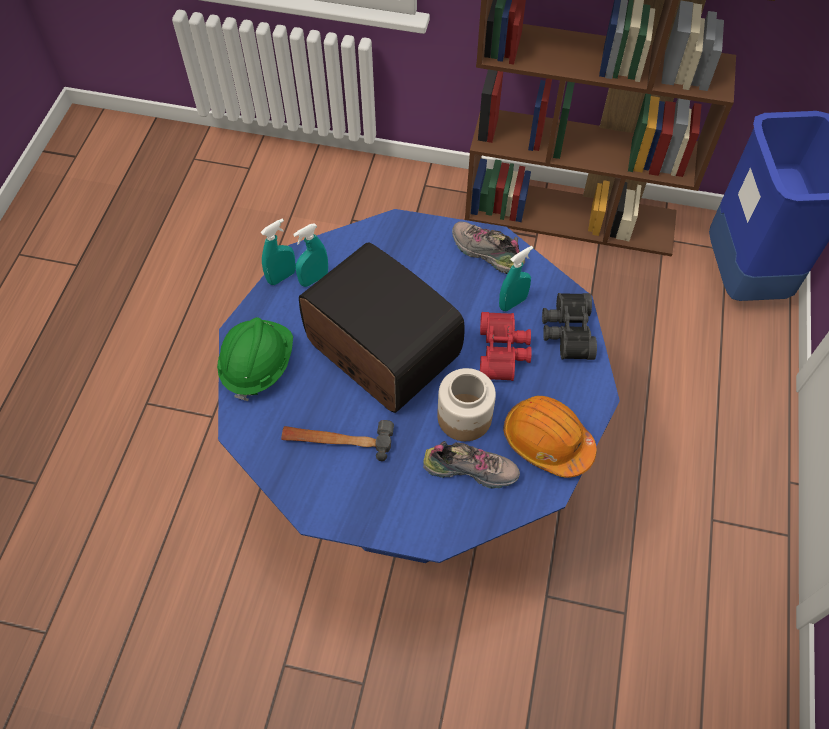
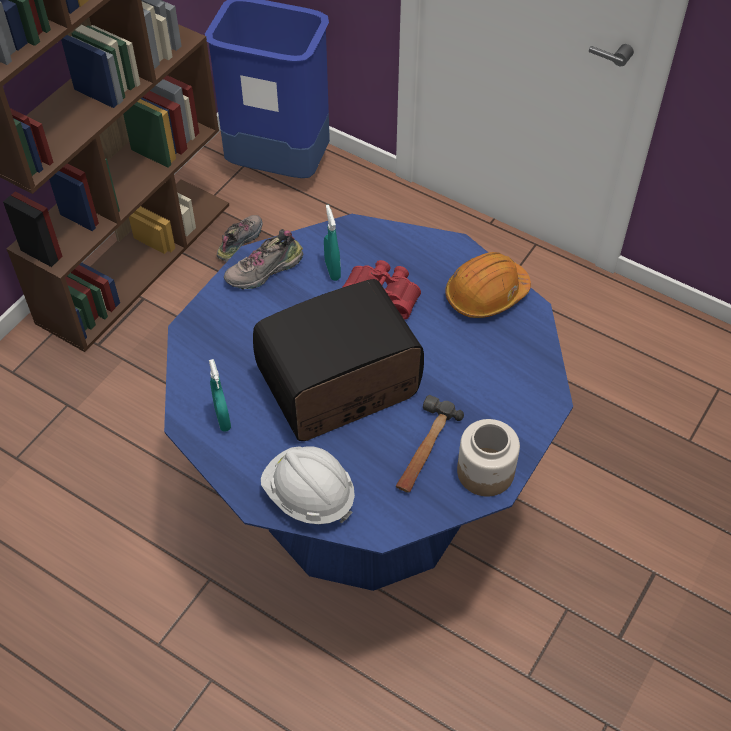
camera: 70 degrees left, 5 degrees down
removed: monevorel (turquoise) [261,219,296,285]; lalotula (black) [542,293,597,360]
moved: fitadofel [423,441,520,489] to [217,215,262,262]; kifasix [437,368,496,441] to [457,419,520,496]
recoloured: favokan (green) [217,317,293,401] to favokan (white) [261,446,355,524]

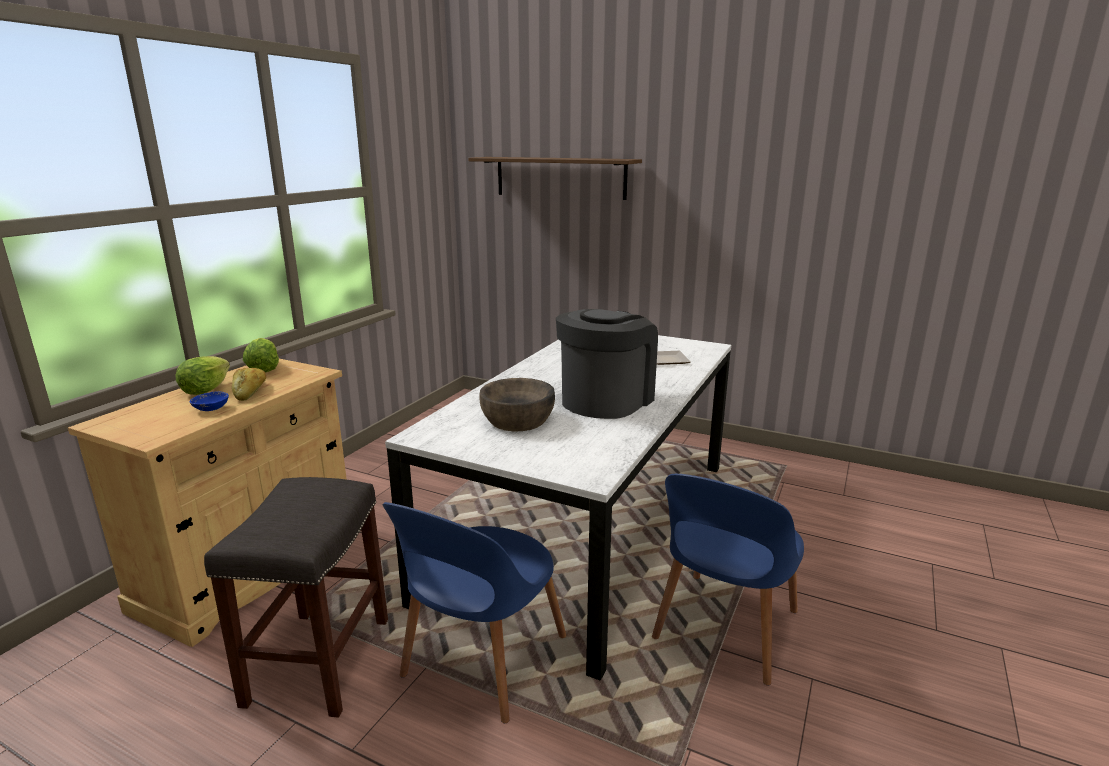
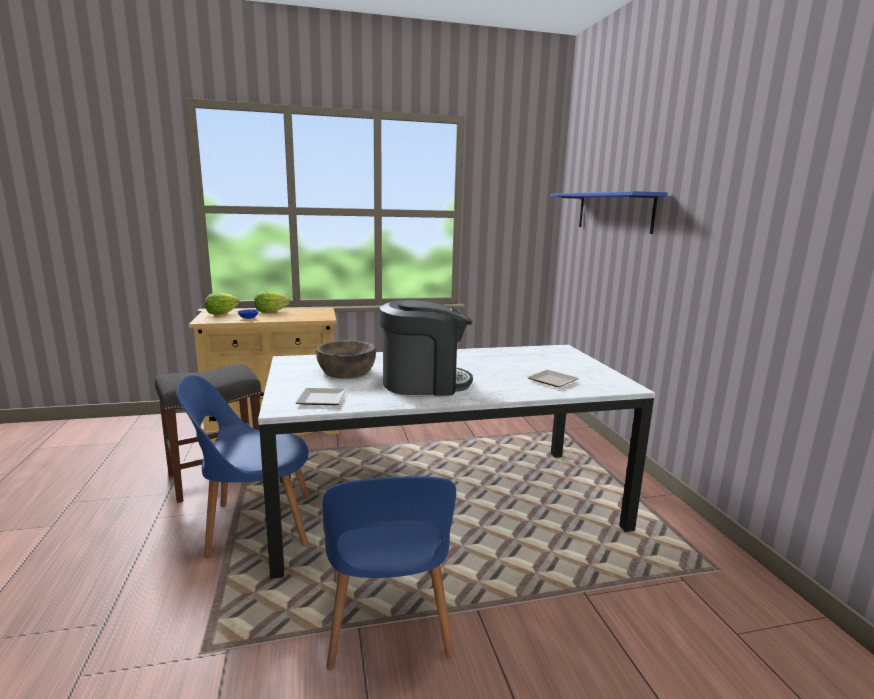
camera: 50 degrees right, 5 degrees down
removed: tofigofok [232,368,266,401]
added: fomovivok [296,388,347,405]
moved: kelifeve [243,338,279,373] to [205,293,239,315]
recoloured: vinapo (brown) [468,157,642,200] to vinapo (blue) [550,191,668,234]
turned: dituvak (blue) [652,474,804,685] = [322,476,456,670] 90 degrees counterclockwise

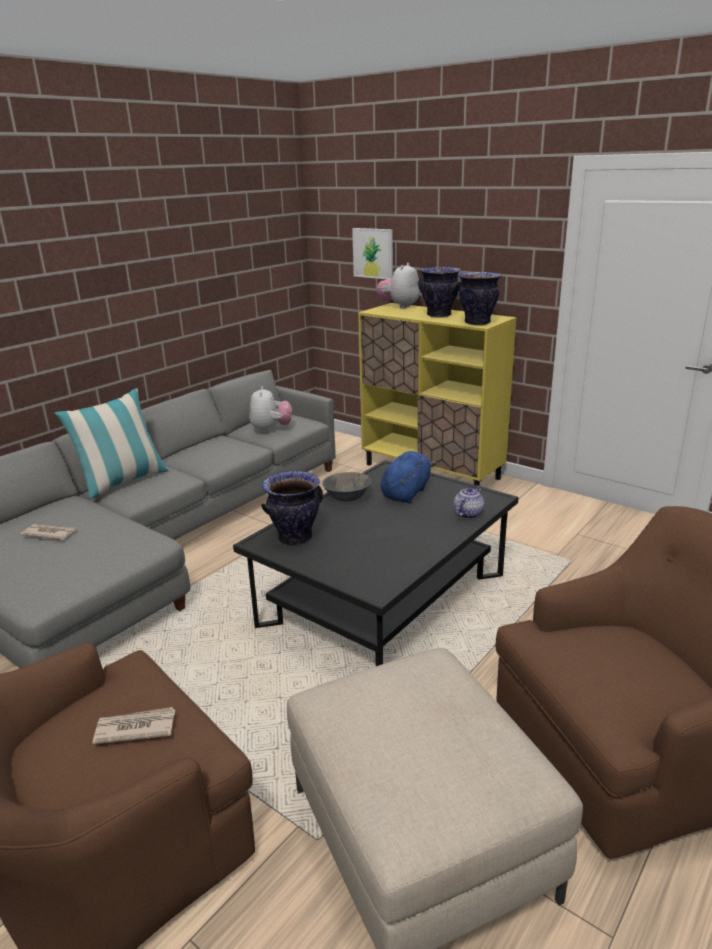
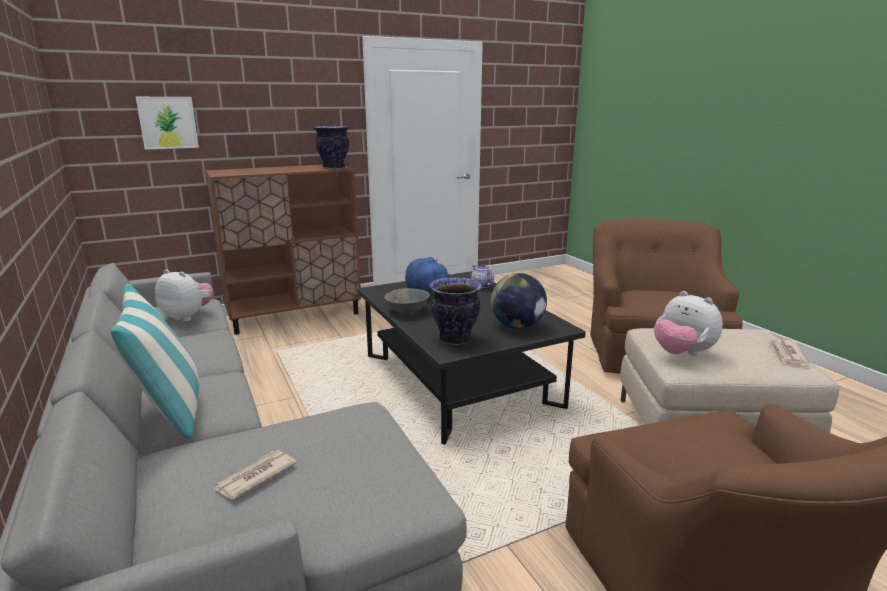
camera: 65 degrees left, 5 degrees down
removed: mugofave [418,267,462,318]
added: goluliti [491,273,547,329]
moved: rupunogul [92,707,175,744] to [767,339,810,365]; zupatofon [377,263,420,309] to [654,291,723,356]
recoloured: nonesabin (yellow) [358,303,517,486] to nonesabin (brown) [205,165,361,335]

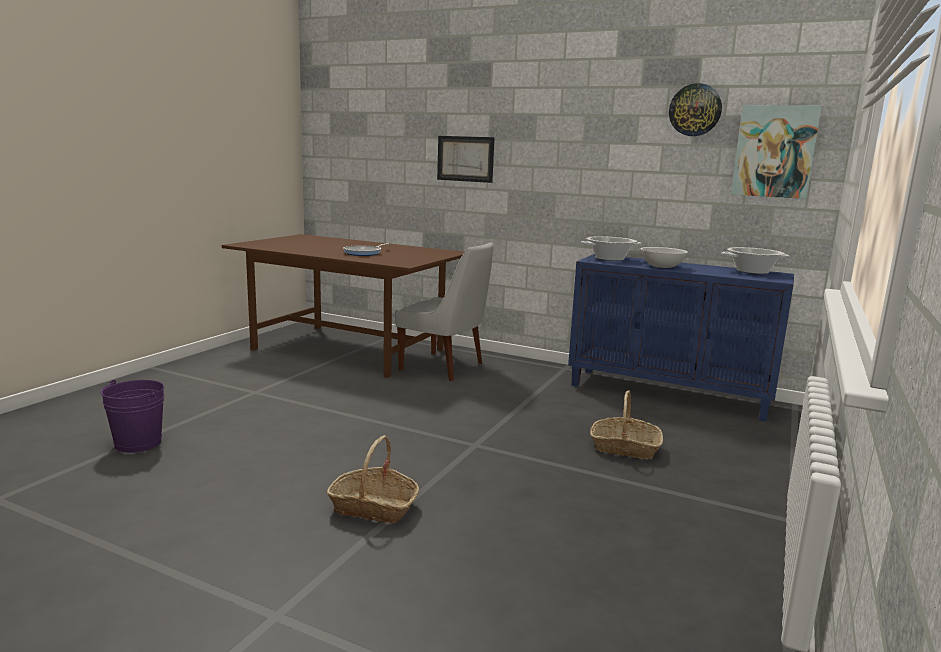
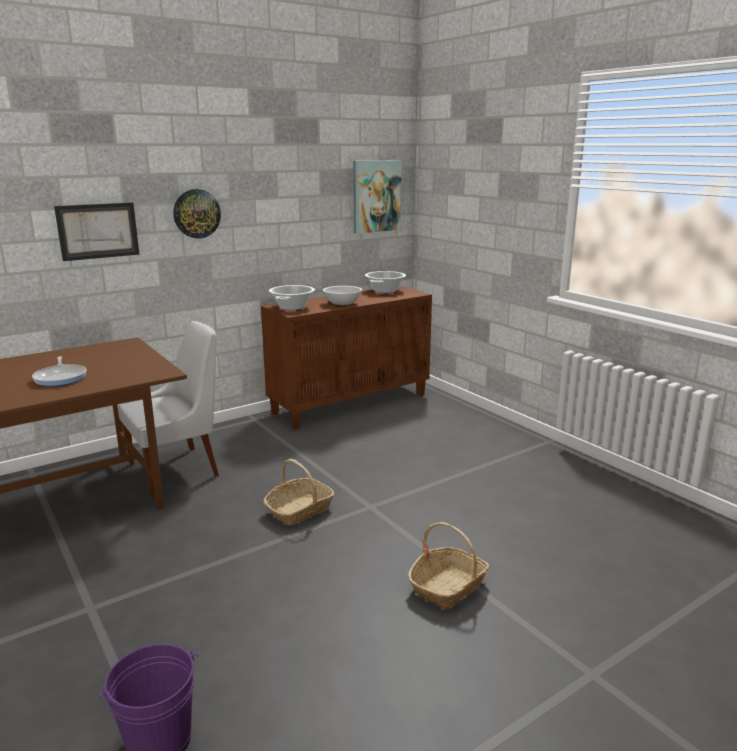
camera: 60 degrees left, 5 degrees up
moved: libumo [590,390,663,459] to [264,459,334,525]; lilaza [669,83,722,136] to [173,189,221,238]
recoloured: nonesabin (blue) [568,254,794,422] to nonesabin (brown) [261,286,432,430]

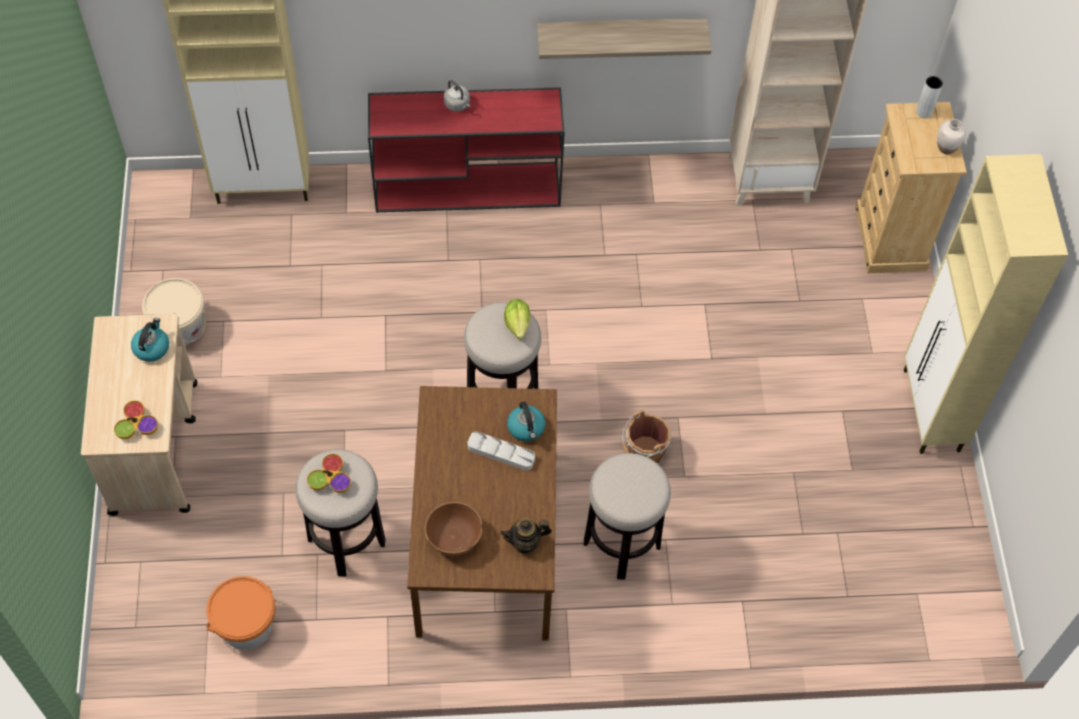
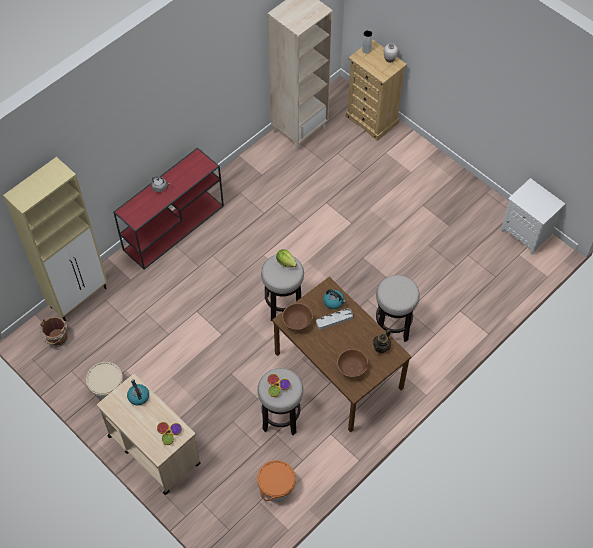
camera: 40 degrees left, 0 degrees up
removed: vinapo [537,18,712,59]; nonesabin (beige) [904,154,1068,454]
added: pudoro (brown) [282,303,313,332]; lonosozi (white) [500,178,565,255]
moved: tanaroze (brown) [622,410,672,464] to [39,317,68,347]

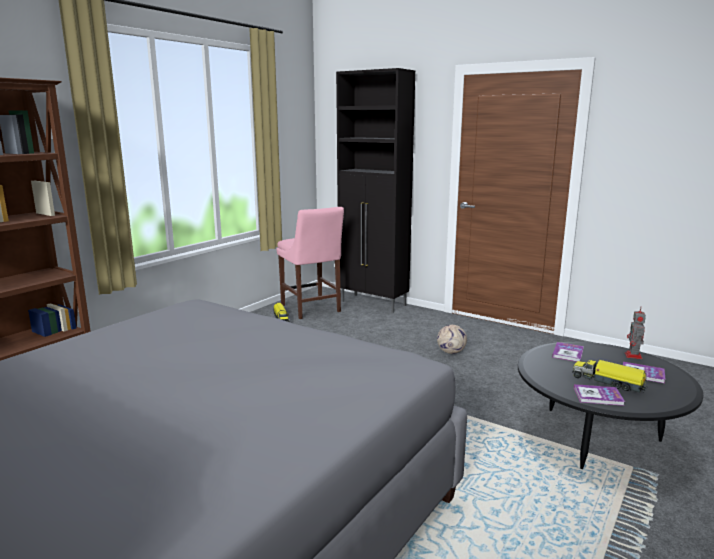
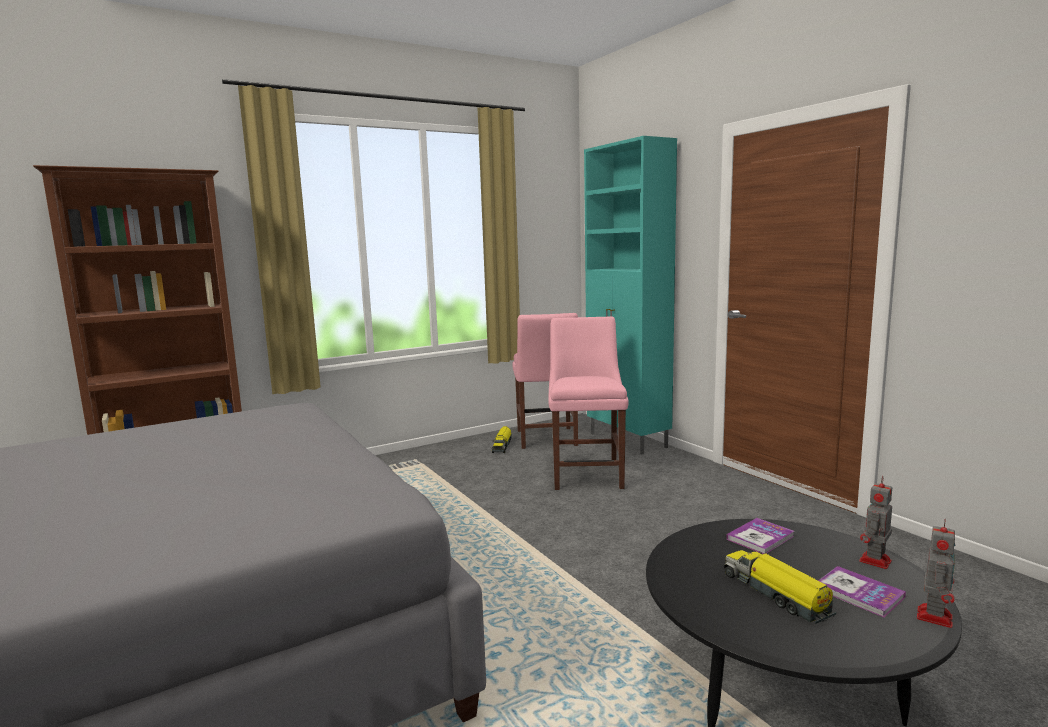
camera: 25 degrees right, 5 degrees down
removed: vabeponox [437,325,467,354]; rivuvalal [574,384,625,406]
added: dituvak (pink) [548,316,629,490]; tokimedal [917,519,956,628]
recoloured: nonesabin (black) [336,68,415,313] to nonesabin (turquoise) [584,136,677,454]

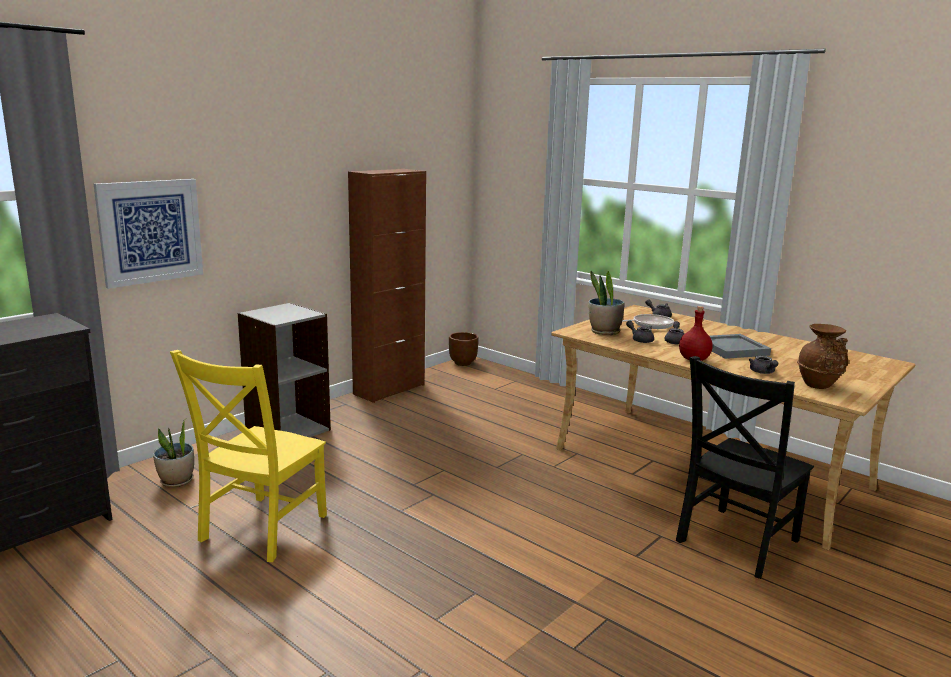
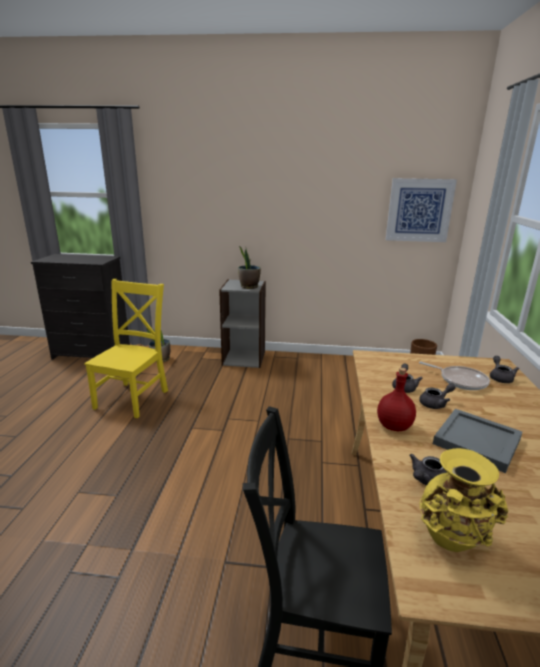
camera: 55 degrees right, 5 degrees up
removed: nonesabin (brown) [348,169,426,403]
moved: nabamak [94,179,203,289] to [386,178,457,242]; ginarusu [589,271,625,335] to [238,246,261,289]
recoloured: mugofave (brown) [797,324,848,389] to mugofave (yellow) [420,448,508,552]
turned: dituvak (yellow) [170,350,327,562] = [84,279,168,418] 120 degrees clockwise

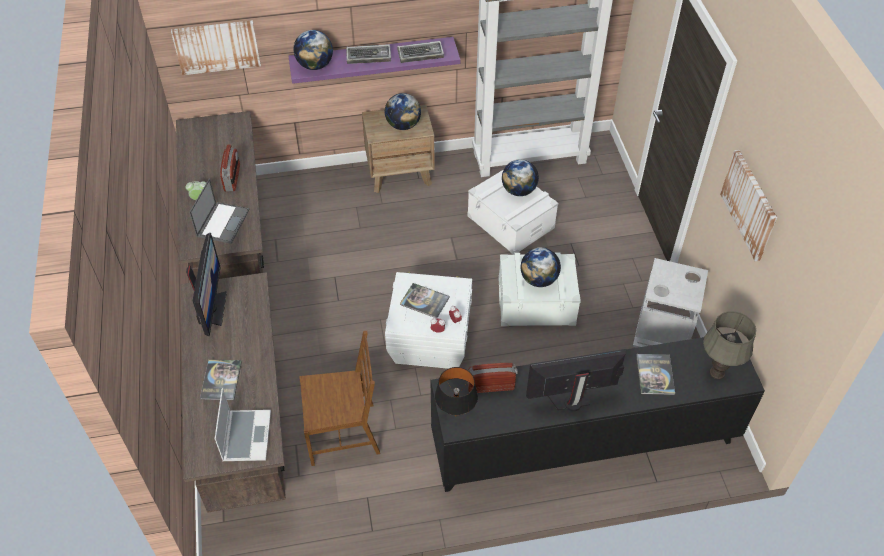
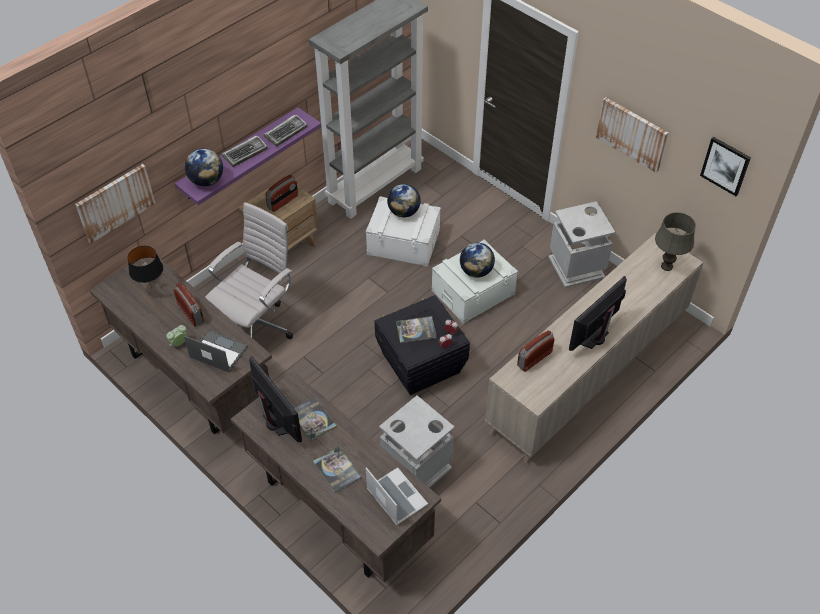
camera: 35 degrees left, 0 degrees up
added: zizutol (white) [205,202,293,339]; nabamak [700,137,751,196]
moved: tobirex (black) [435,367,478,415] to [128,246,163,288]; rivuvalal [636,354,675,395] to [294,397,336,441]
replaced: dituvak (brown) [299,331,380,466] to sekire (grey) [379,396,455,488]; goluliti [385,93,421,130] to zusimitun [265,175,298,212]
recoloured: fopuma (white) [385,272,472,369] to fopuma (black) [374,295,470,395]; nonesabin (black) [430,332,765,492] to nonesabin (beige) [485,233,703,464]
turned: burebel [189,179,249,244] = [184,330,248,373] 45 degrees counterclockwise

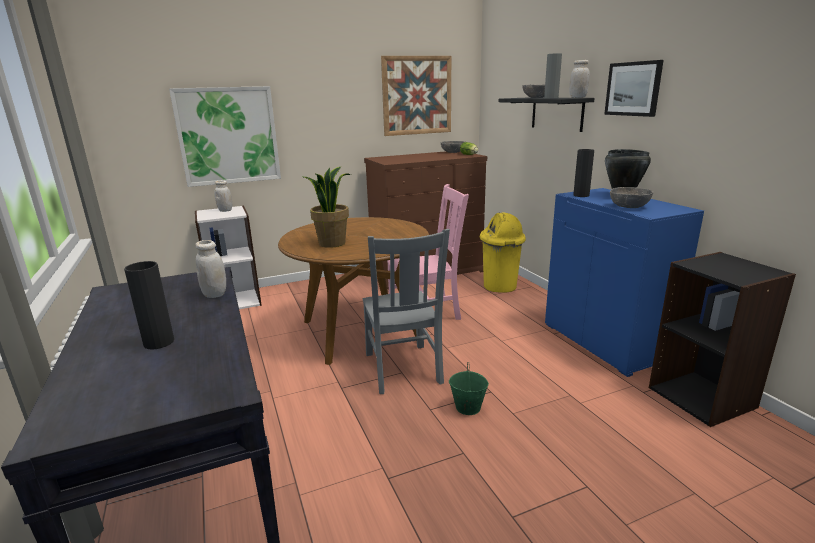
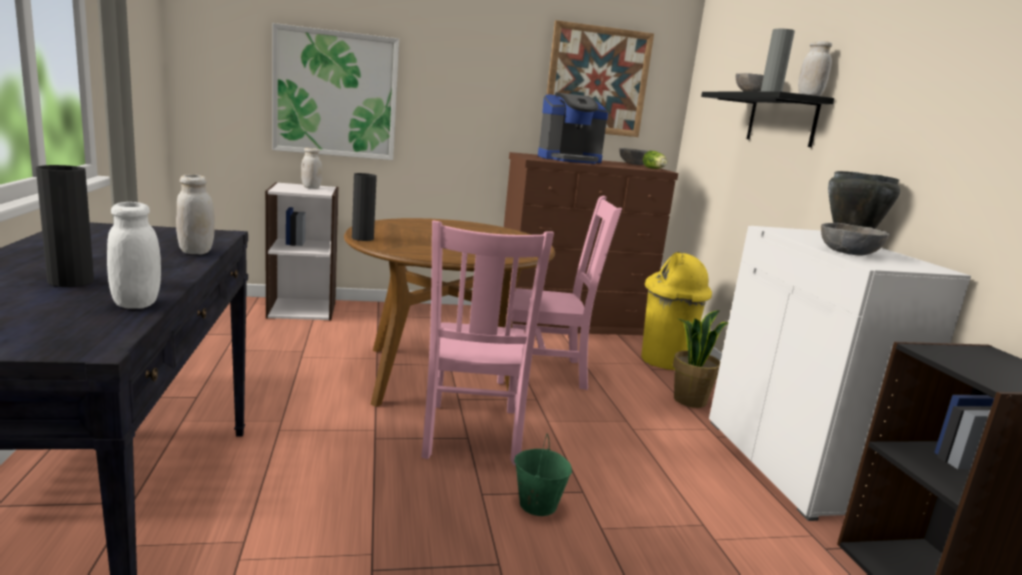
camera: 10 degrees right, 5 degrees down
removed: nabamak [604,60,664,117]
added: kifasix (white) [107,202,161,309]; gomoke [538,92,608,164]
moved: ginarusu [304,167,351,248] to [673,310,729,408]; mugofave (black) [573,149,594,197] to [352,173,377,241]
recoloured: dituvak (grey) [363,229,450,394] to dituvak (pink) [422,220,554,465]; nonesabin (blue) [545,188,704,377] to nonesabin (white) [709,226,971,521]

